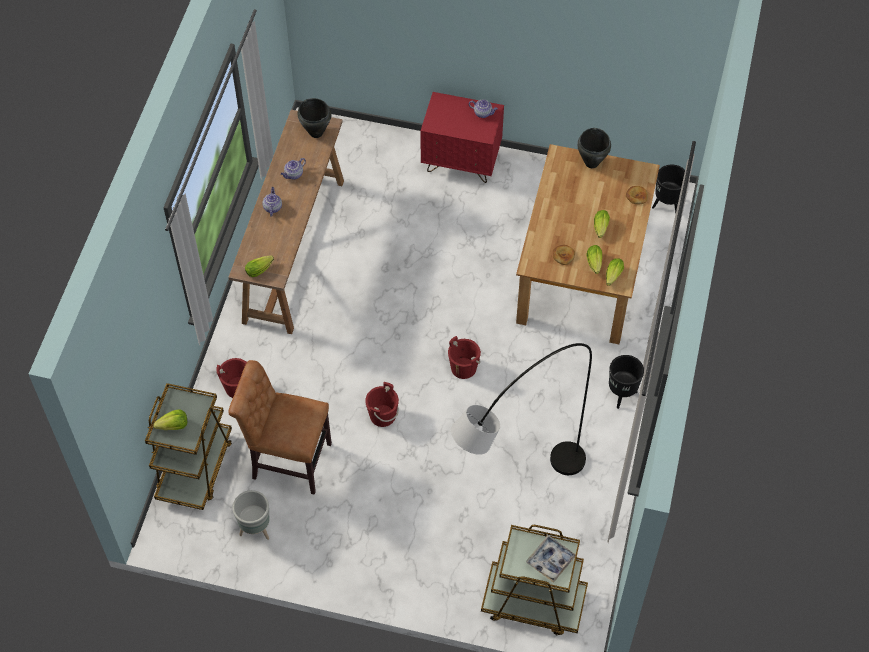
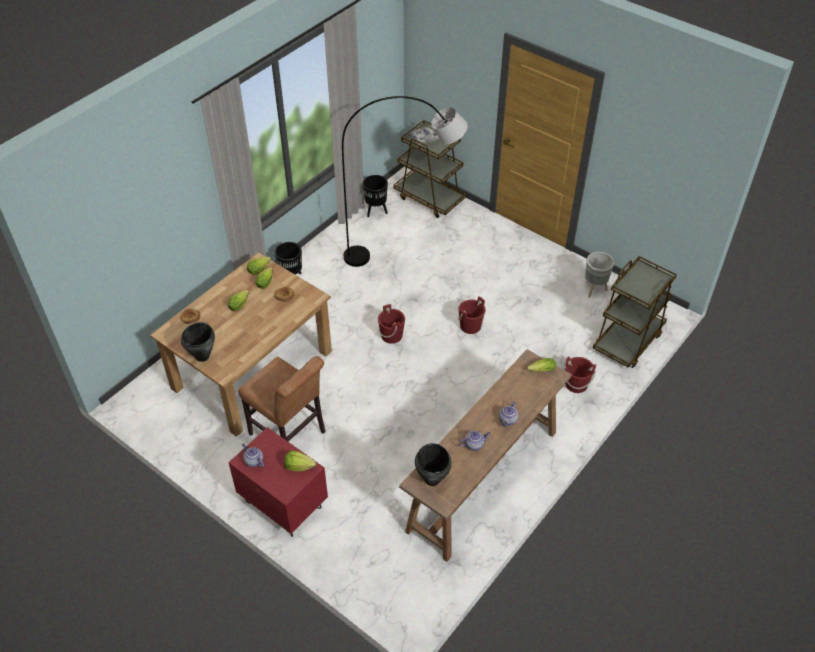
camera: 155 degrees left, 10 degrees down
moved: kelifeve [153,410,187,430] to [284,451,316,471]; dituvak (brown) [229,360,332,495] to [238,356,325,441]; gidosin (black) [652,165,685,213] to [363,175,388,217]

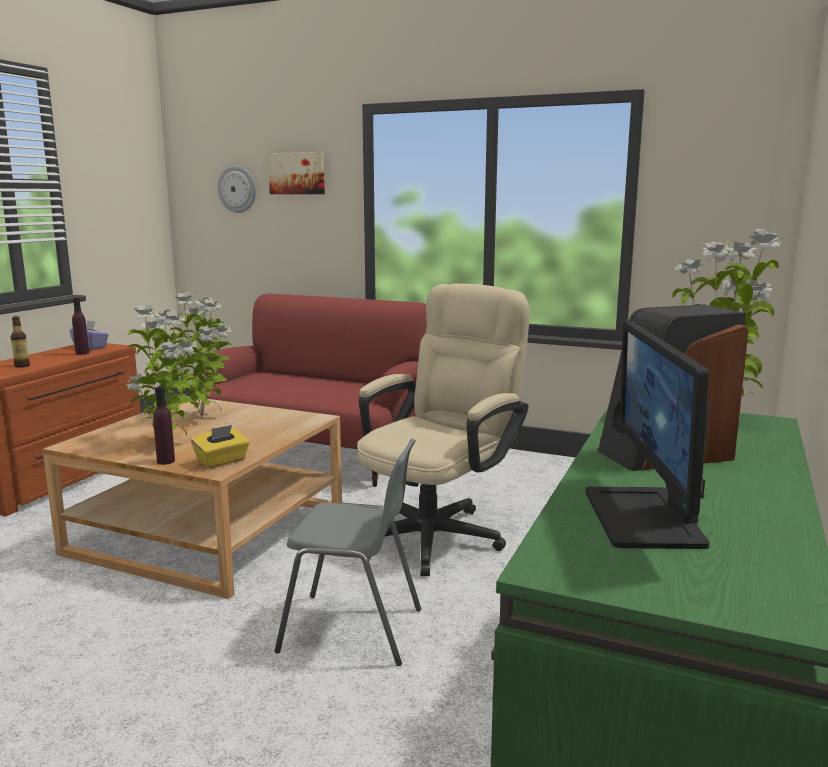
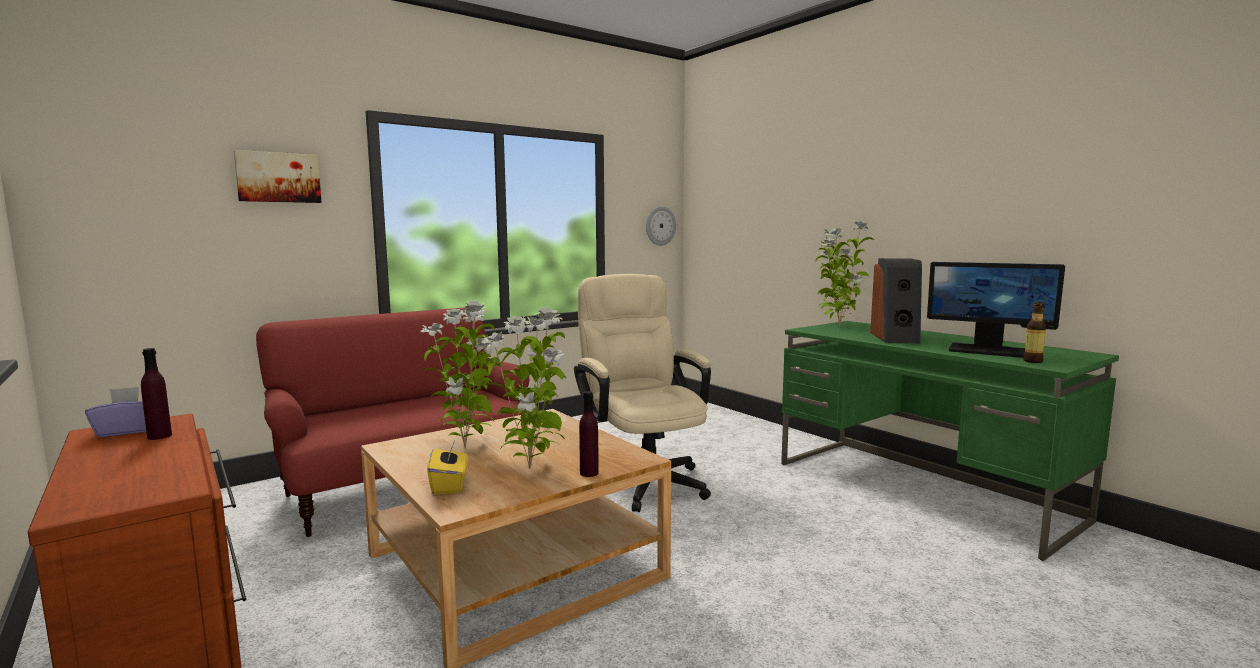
camera: 60 degrees left, 5 degrees down
removed: dituvak (grey) [275,439,421,666]
moved: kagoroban [11,316,30,368] to [1023,302,1046,363]; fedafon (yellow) [191,425,249,468] to [427,441,468,495]; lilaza [218,165,256,213] to [646,206,676,246]

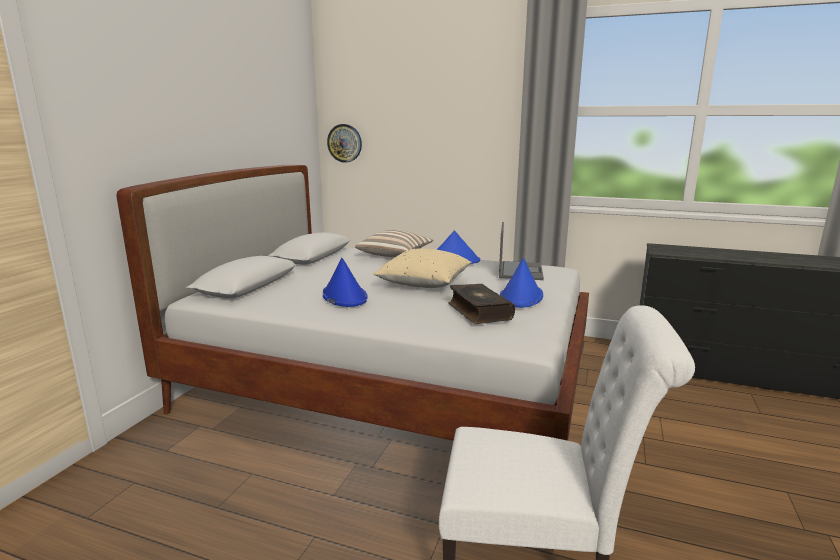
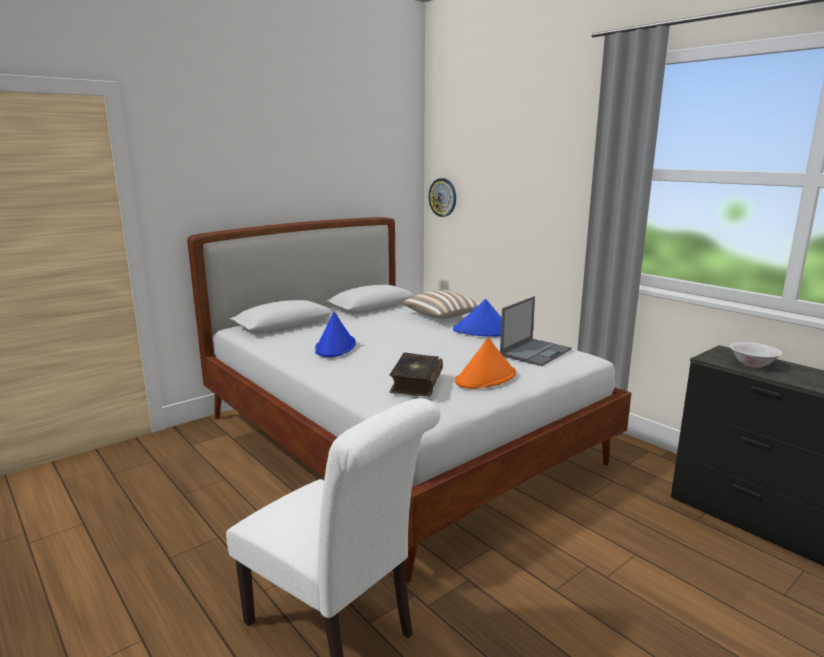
camera: 30 degrees right, 0 degrees up
removed: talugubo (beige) [373,248,471,288]
added: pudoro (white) [730,342,782,368]
recoloured: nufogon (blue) [500,258,543,308] to nufogon (orange) [455,337,516,389]

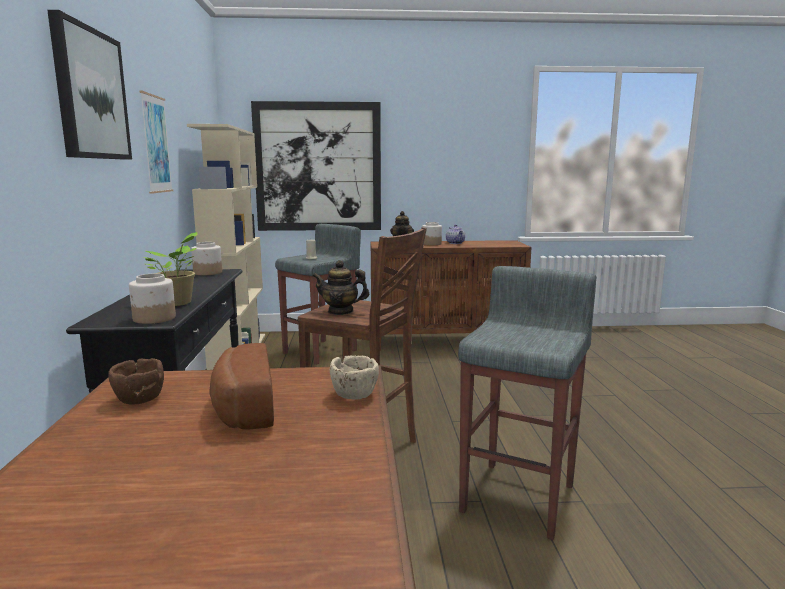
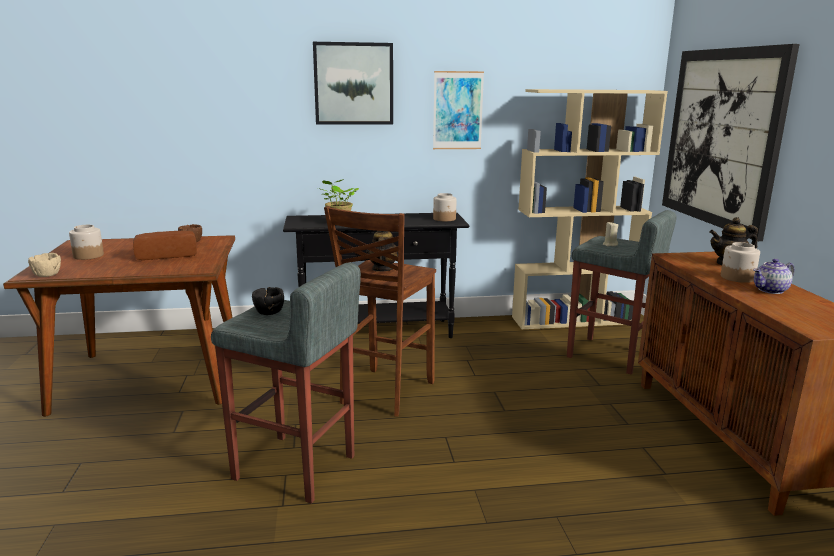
camera: 85 degrees right, 5 degrees up
added: pudoro (black) [252,287,284,315]
moved: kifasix [129,273,176,324] to [69,225,104,260]; pudoro (beige) [330,356,379,400] to [28,253,61,277]

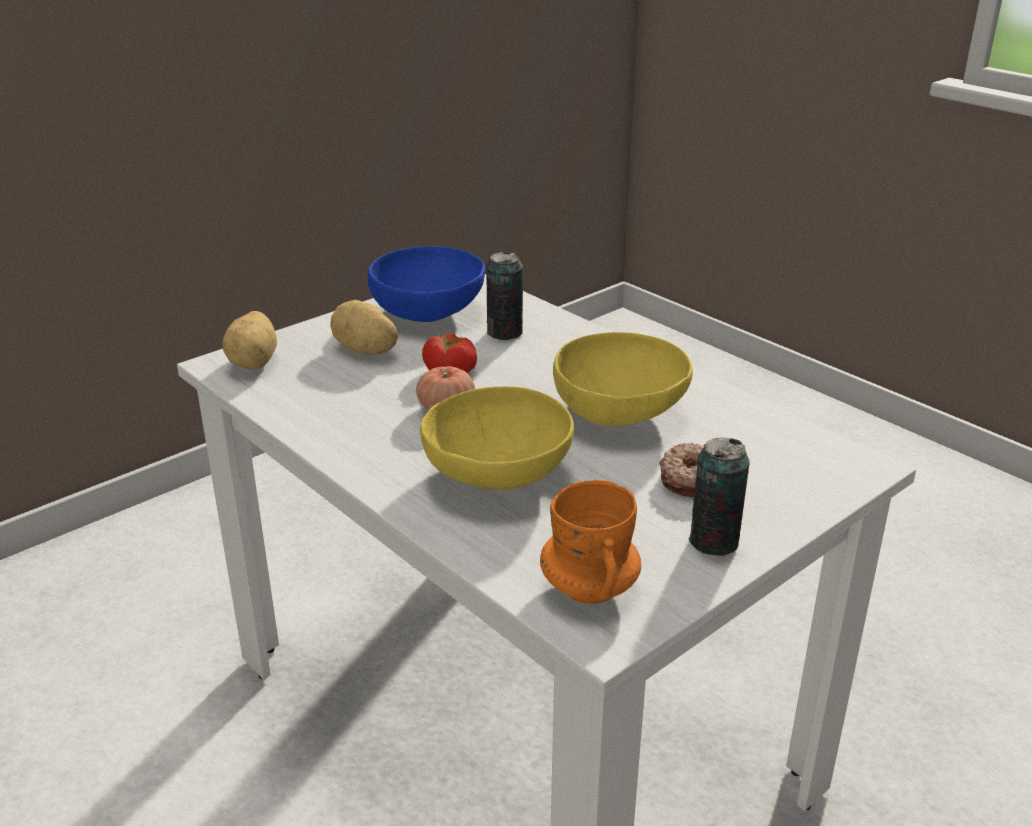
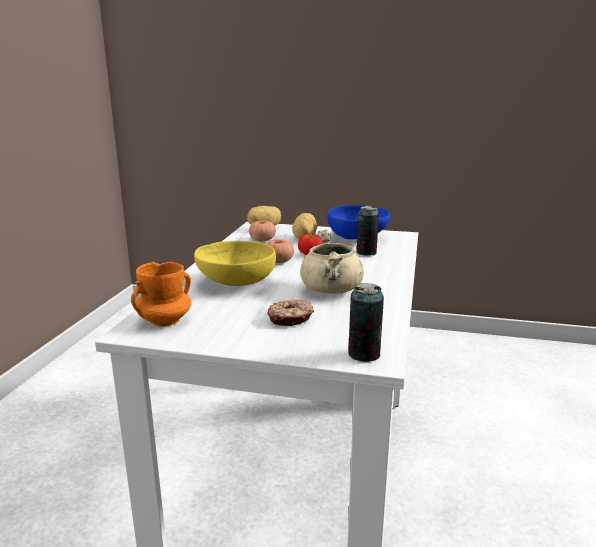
camera: 55 degrees right, 10 degrees down
added: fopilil [249,221,276,241]
moved: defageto [689,438,750,556] to [348,283,384,362]
replaced: pudoro (yellow) [553,332,693,426] to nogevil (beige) [300,229,364,294]

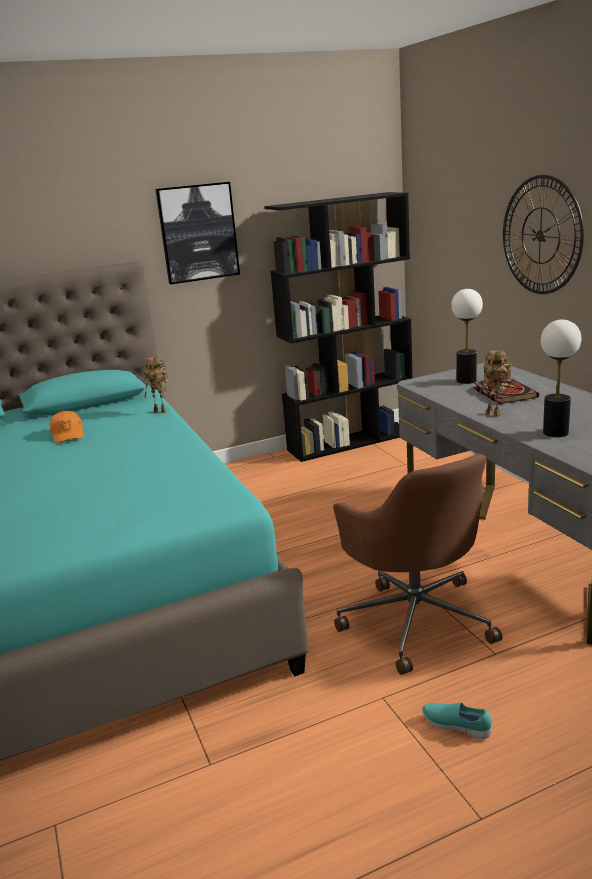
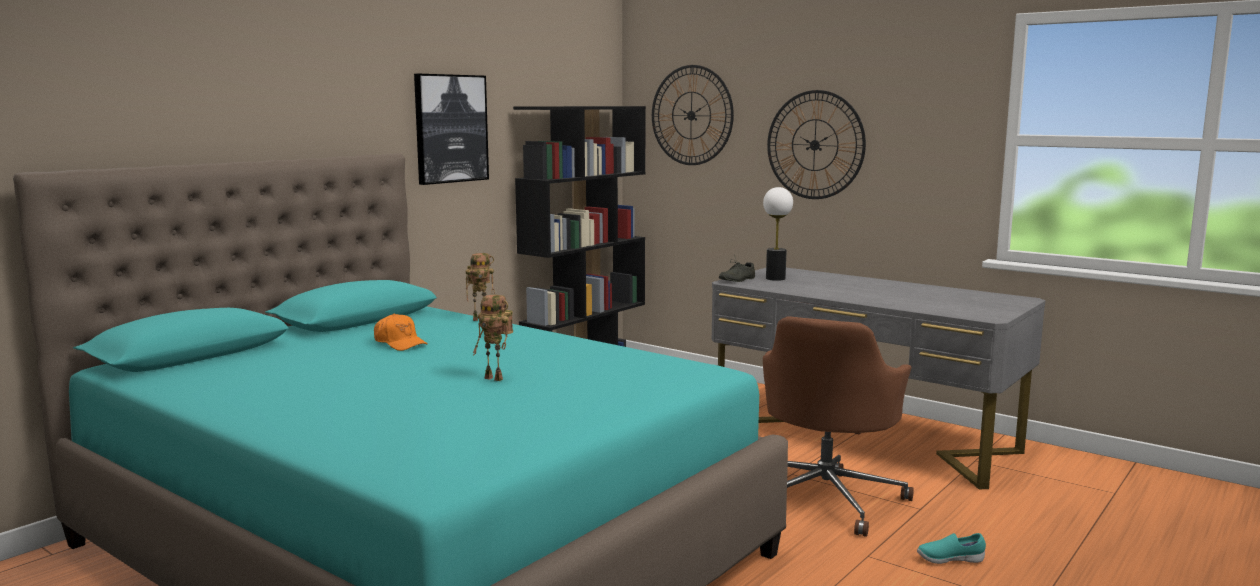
camera: 30 degrees left, 10 degrees down
removed: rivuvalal [473,378,539,404]; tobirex [541,320,581,437]
added: lilaza [652,65,734,165]; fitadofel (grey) [719,255,755,282]
moved: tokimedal [478,350,512,417] to [473,295,513,381]
turned: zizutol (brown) [333,454,502,675] = [763,316,914,537] 75 degrees clockwise

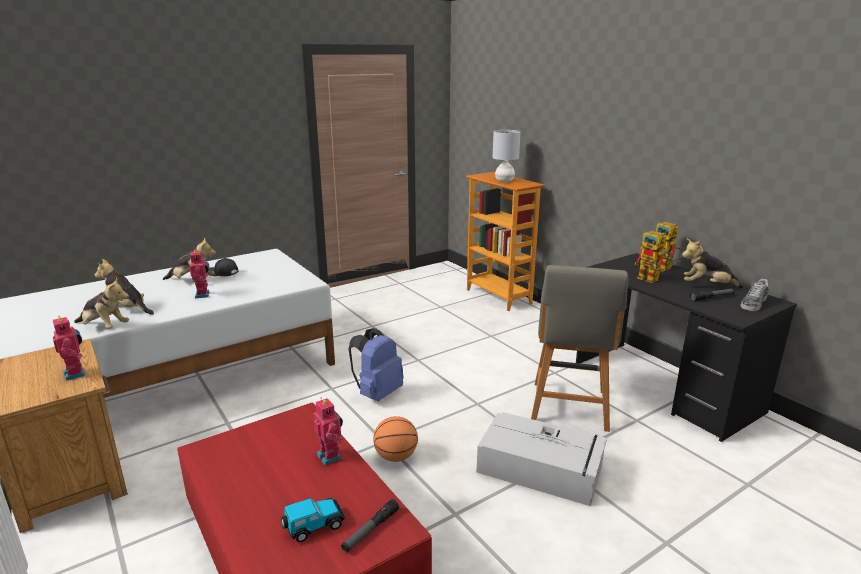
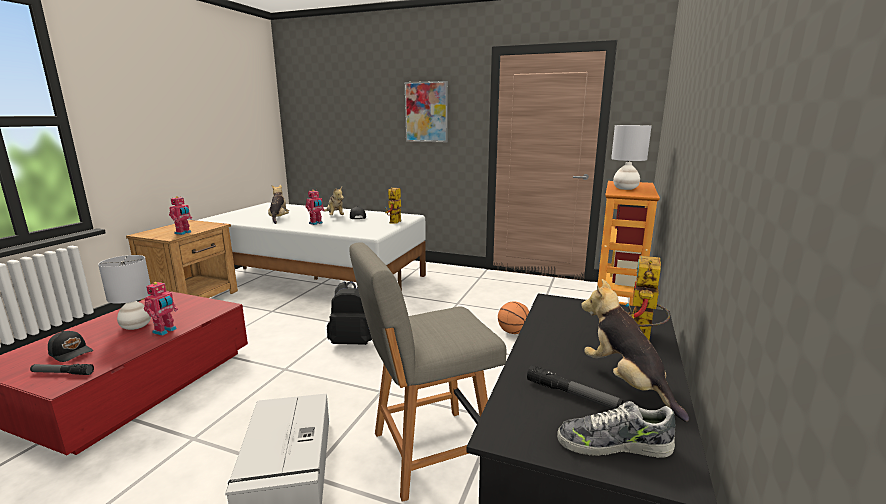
camera: 55 degrees right, 5 degrees down
removed: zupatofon [74,277,129,329]
added: tobirex (grey) [98,255,151,330]; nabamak [405,81,448,142]
moved: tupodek [373,416,418,462] to [498,302,529,334]; tokimedal [634,231,673,283] to [385,187,401,224]
replaced: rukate [281,498,345,542] to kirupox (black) [48,331,93,362]
recoloured: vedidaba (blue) [348,328,404,401] to vedidaba (black) [327,281,372,345]

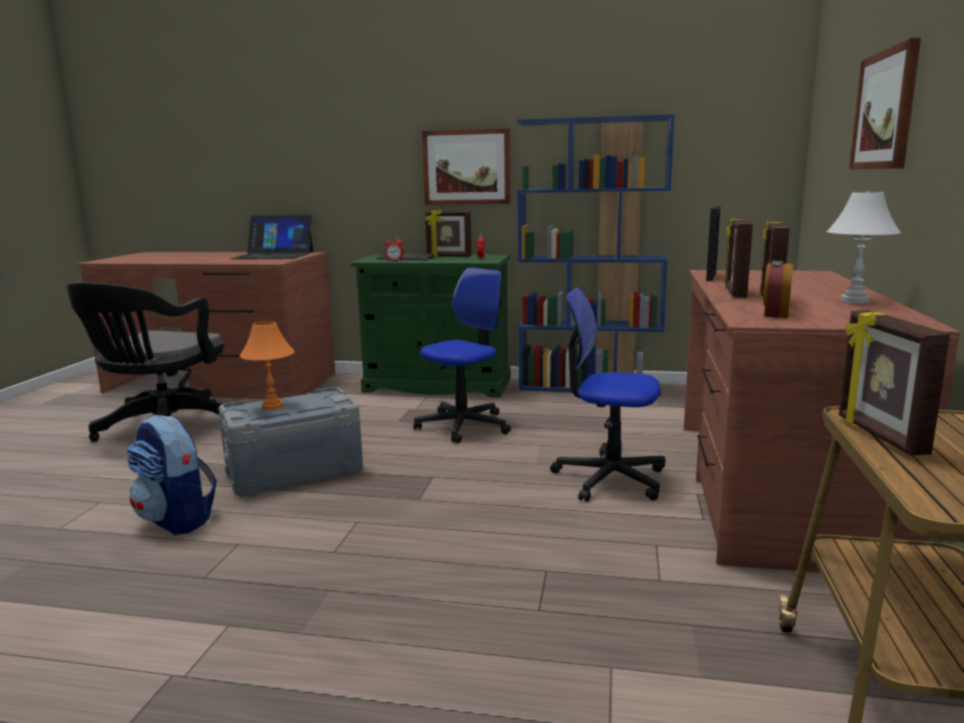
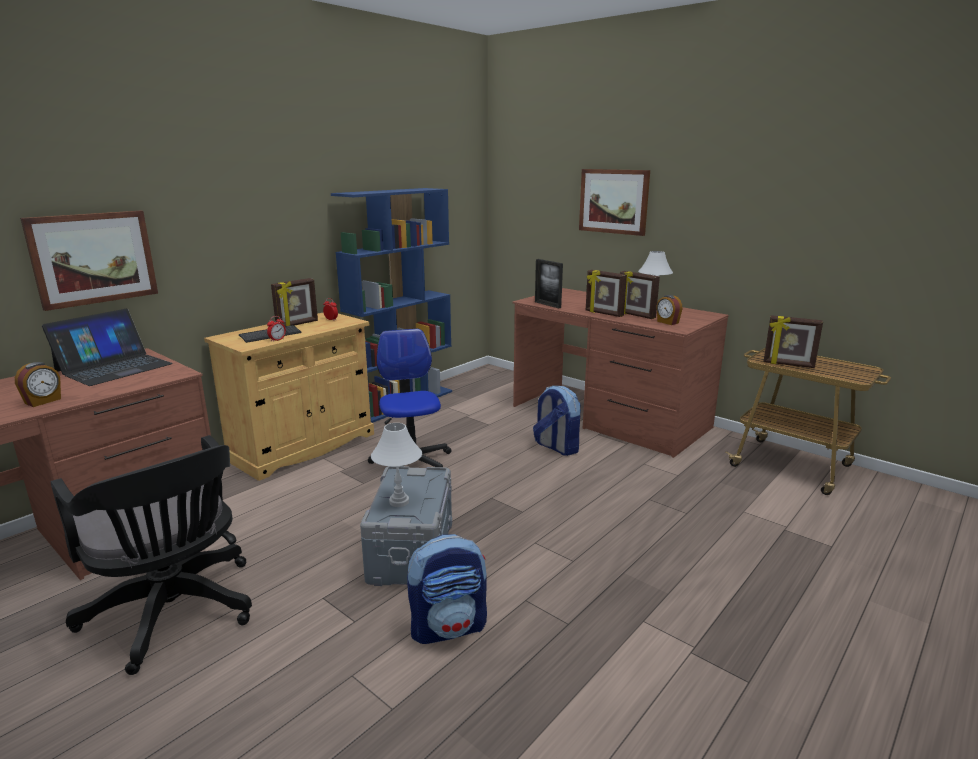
camera: 60 degrees left, 5 degrees up
added: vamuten [15,362,61,407]
moved: nabamak [422,128,510,205] to [20,211,158,311]
replaced: zizutol [550,288,666,502] to vedidaba [533,385,581,456]
recoloured: tobirex (orange) [240,321,295,410] to tobirex (white) [371,423,422,507]; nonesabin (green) [351,254,510,398] to nonesabin (beige) [204,313,374,481]

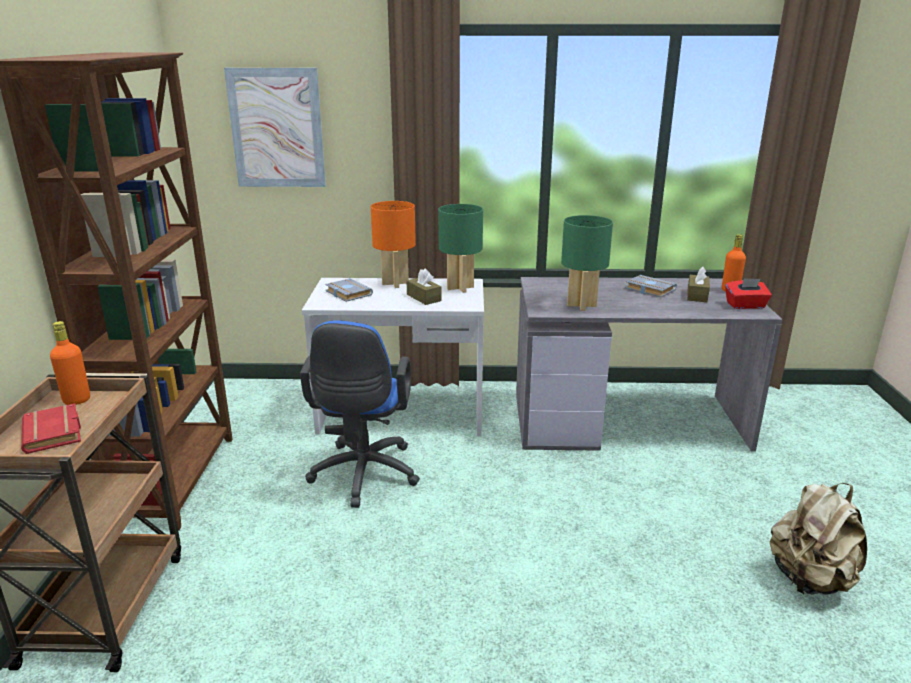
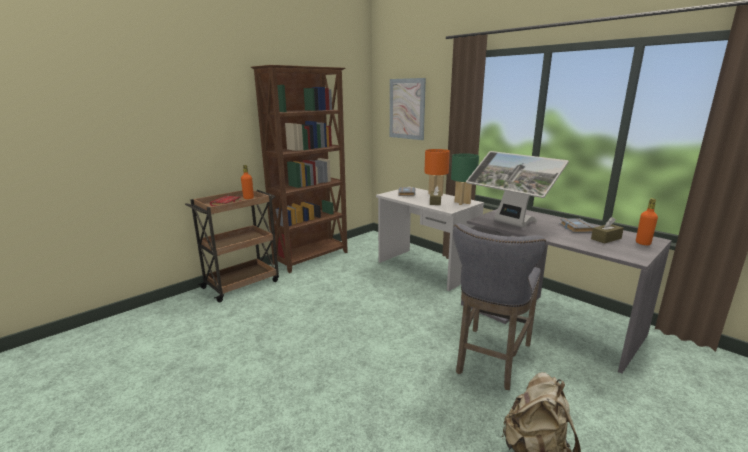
camera: 45 degrees right, 5 degrees down
removed: zizutol (blue) [300,320,420,508]; fedafon (red) [725,278,772,309]
added: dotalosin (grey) [453,223,546,390]
replaced: tobirex (green) [561,215,613,311] to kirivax [466,151,569,228]

